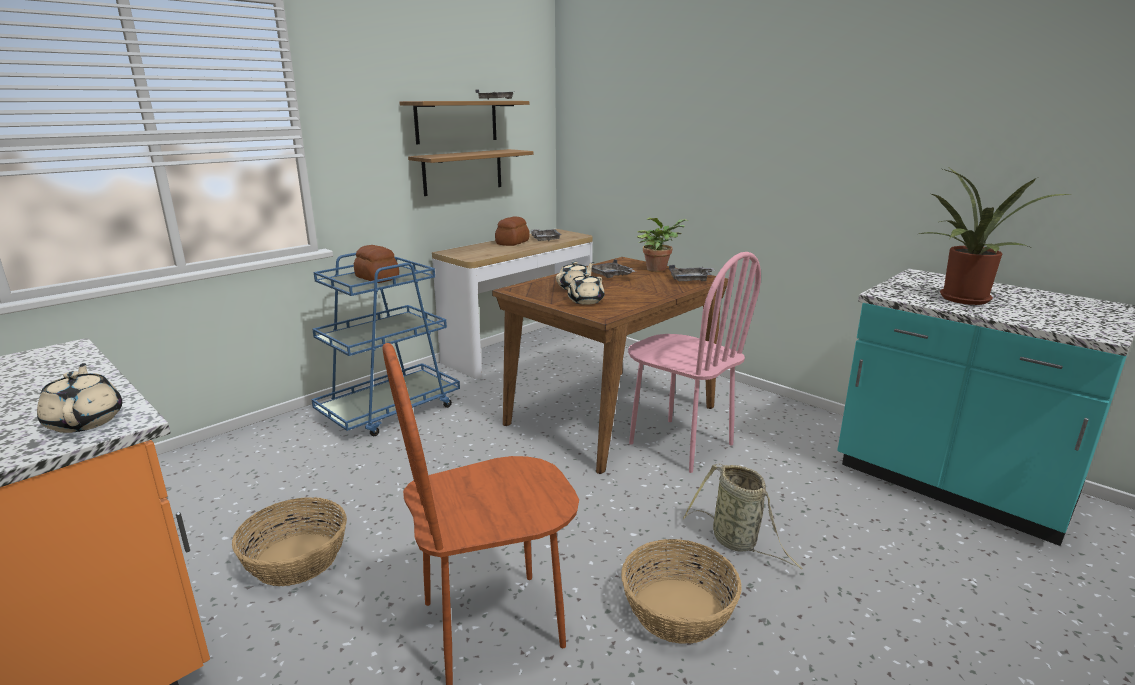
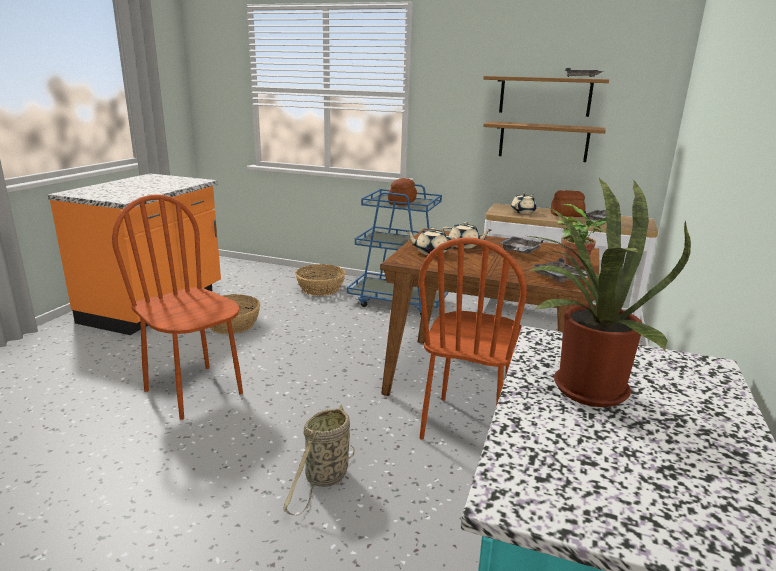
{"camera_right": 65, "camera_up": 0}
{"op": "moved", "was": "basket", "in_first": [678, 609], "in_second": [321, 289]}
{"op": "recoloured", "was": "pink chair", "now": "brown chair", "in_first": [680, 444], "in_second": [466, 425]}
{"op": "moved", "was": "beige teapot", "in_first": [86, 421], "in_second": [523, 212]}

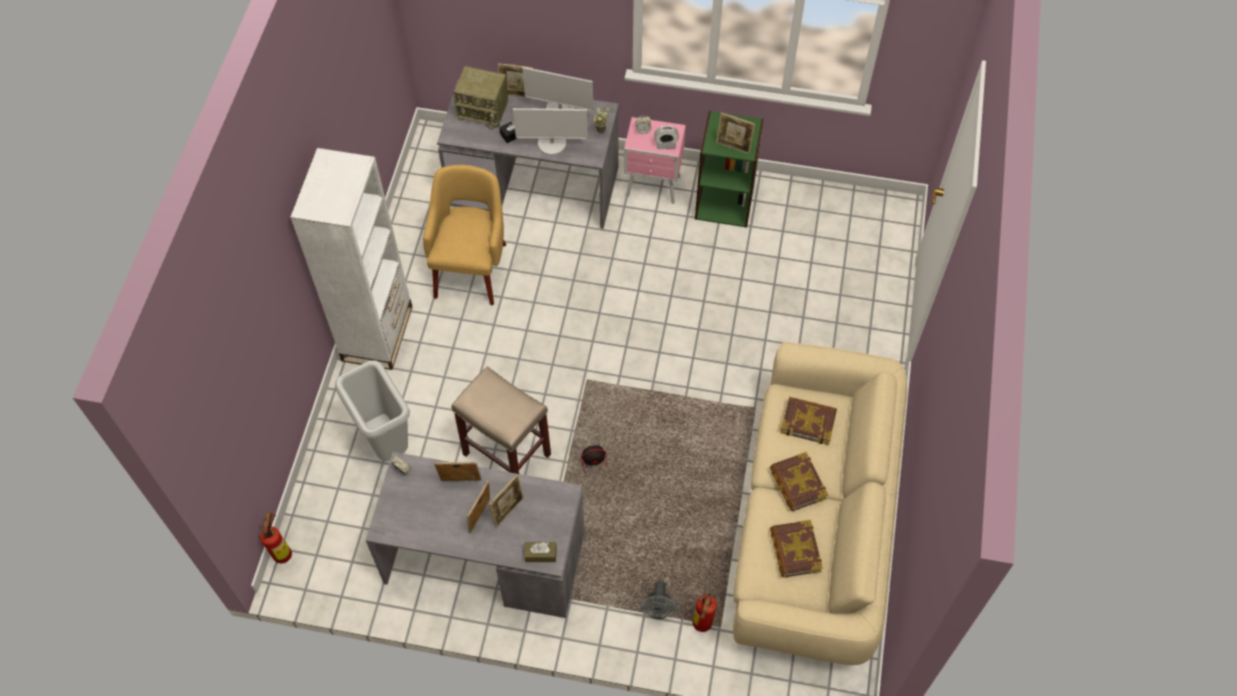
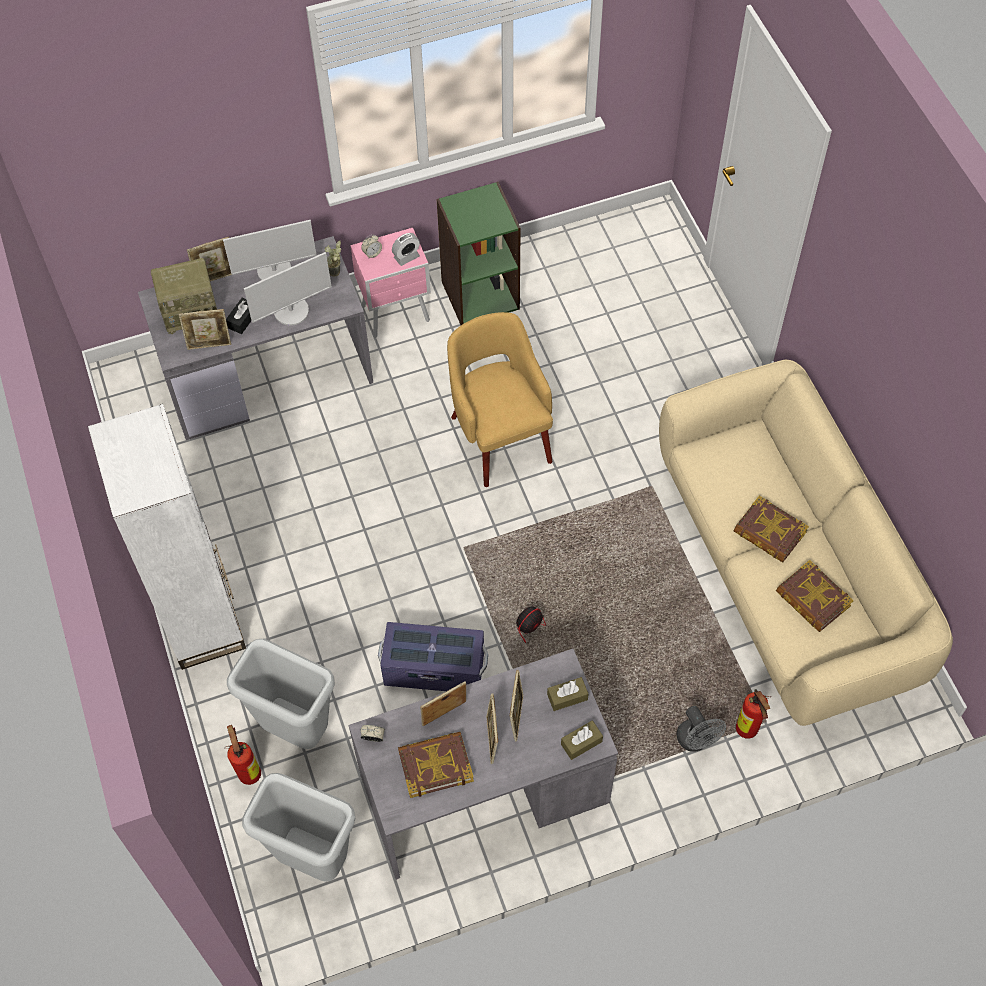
{"camera_right": -30, "camera_up": 0}
{"op": "moved", "was": "picture frame", "in_first": [733, 147], "in_second": [209, 345]}
{"op": "moved", "was": "fire extinguisher", "in_first": [284, 552], "in_second": [249, 771]}
{"op": "added", "now": "grey trash can", "in_second": [315, 859]}
{"op": "replaced", "was": "beige stool", "now": "purple storage box", "in_first": [508, 454], "in_second": [434, 669]}
{"op": "moved", "was": "book", "in_first": [808, 422], "in_second": [435, 765]}
{"op": "moved", "was": "yellow armchair", "in_first": [471, 267], "in_second": [499, 436]}
{"op": "added", "now": "brown tissue box", "in_second": [567, 697]}

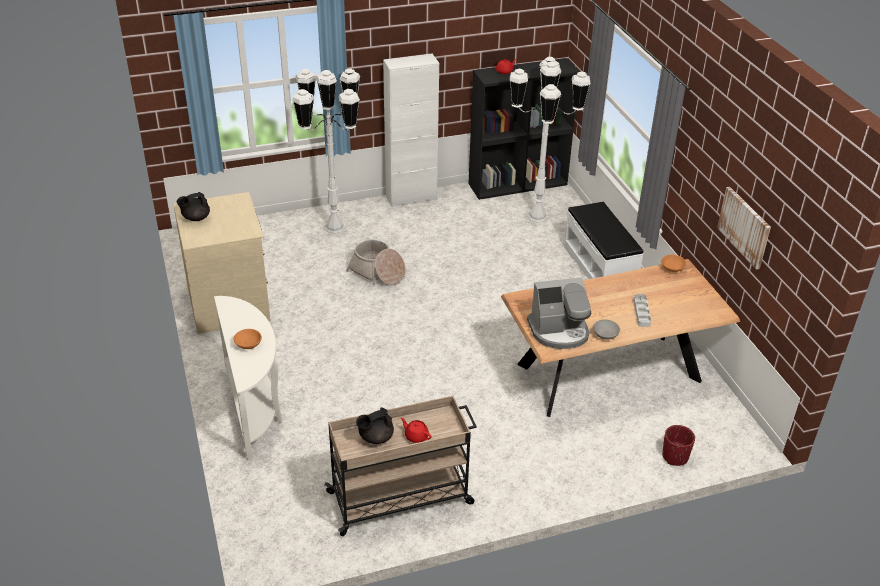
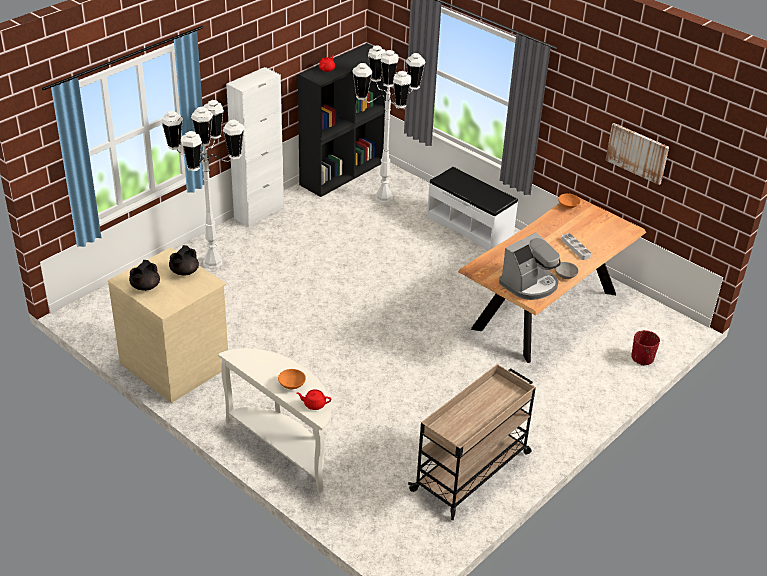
{"camera_right": -30, "camera_up": 0}
{"op": "moved", "was": "black teapot", "in_first": [375, 437], "in_second": [184, 272]}
{"op": "moved", "was": "red teapot", "in_first": [416, 436], "in_second": [314, 404]}
{"op": "removed", "was": "basket", "in_first": [377, 273]}

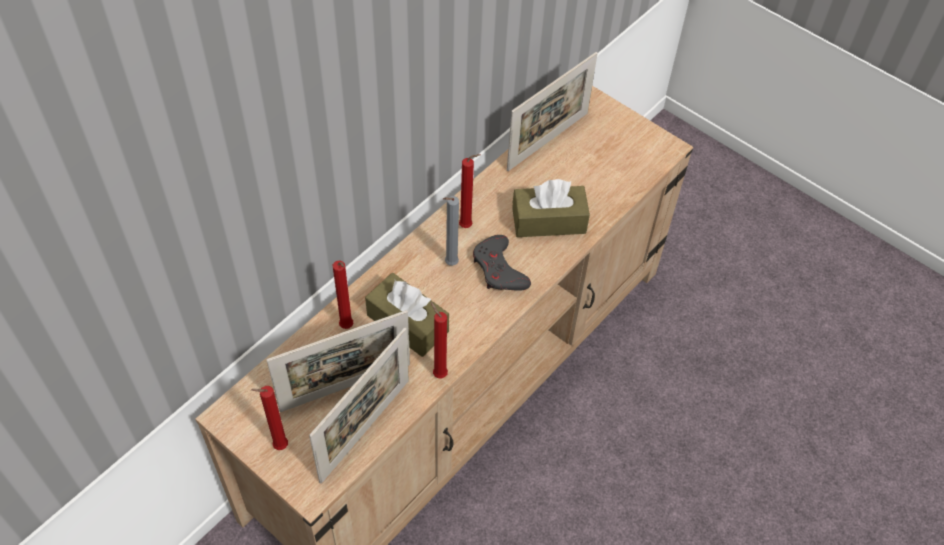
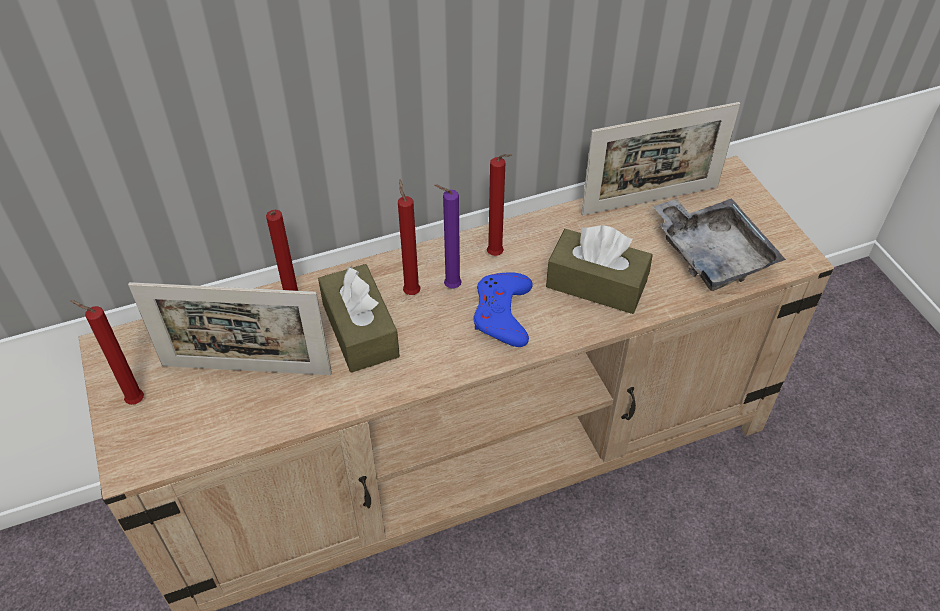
{"camera_right": 30, "camera_up": -5}
{"op": "moved", "was": "red candle", "in_first": [438, 373], "in_second": [411, 291]}
{"op": "recoloured", "was": "grey candle", "now": "purple candle", "in_first": [449, 264], "in_second": [449, 287]}
{"op": "recoloured", "was": "grey game controller", "now": "blue game controller", "in_first": [499, 269], "in_second": [502, 314]}
{"op": "added", "now": "grey tray", "in_second": [712, 254]}
{"op": "removed", "was": "picture frame", "in_first": [365, 430]}

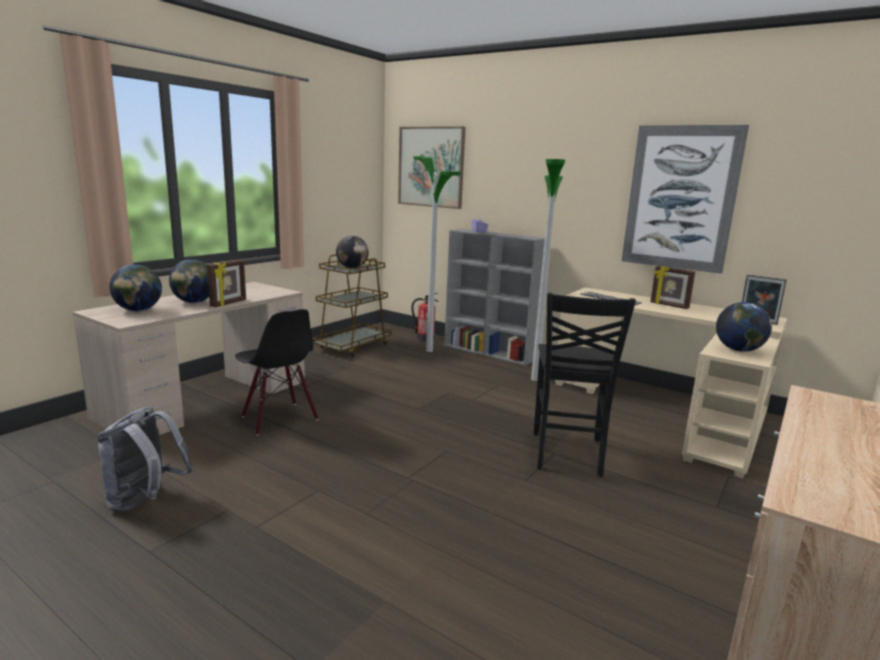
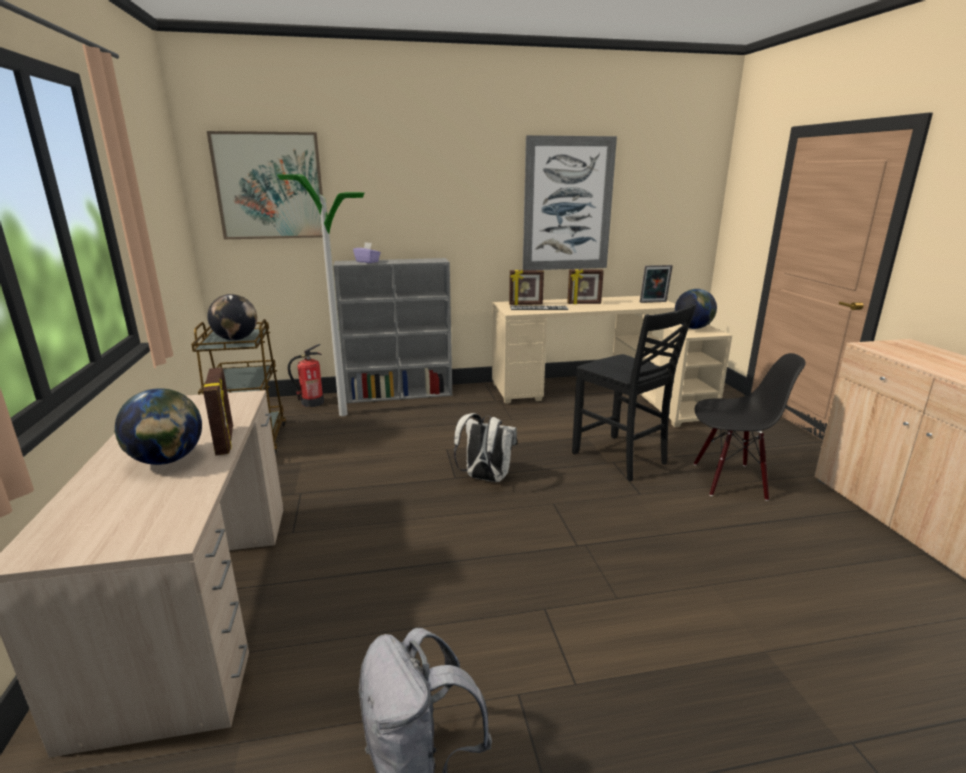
{"camera_right": -45, "camera_up": 5}
{"op": "added", "now": "white backpack", "in_second": [485, 478]}
{"op": "added", "now": "picture frame", "in_second": [525, 304]}
{"op": "moved", "was": "black chair", "in_first": [279, 418], "in_second": [729, 480]}
{"op": "removed", "was": "globe", "in_first": [138, 310]}
{"op": "removed", "was": "floor lamp", "in_first": [535, 379]}

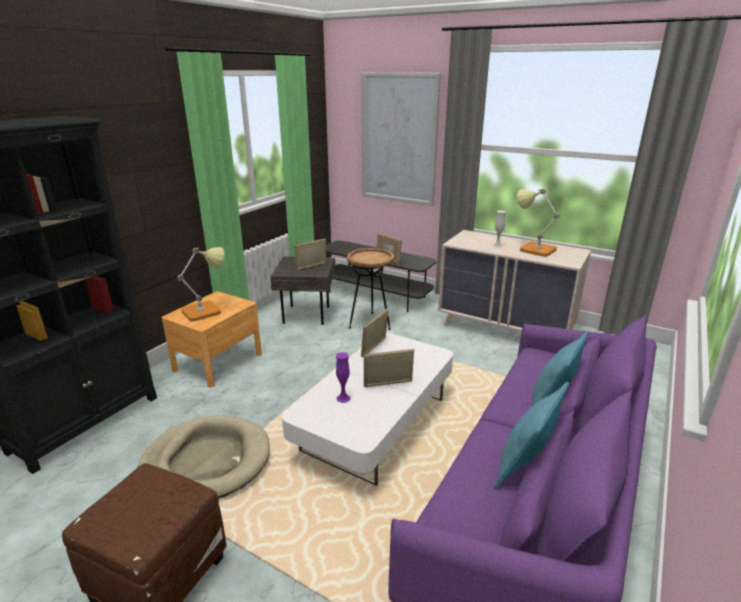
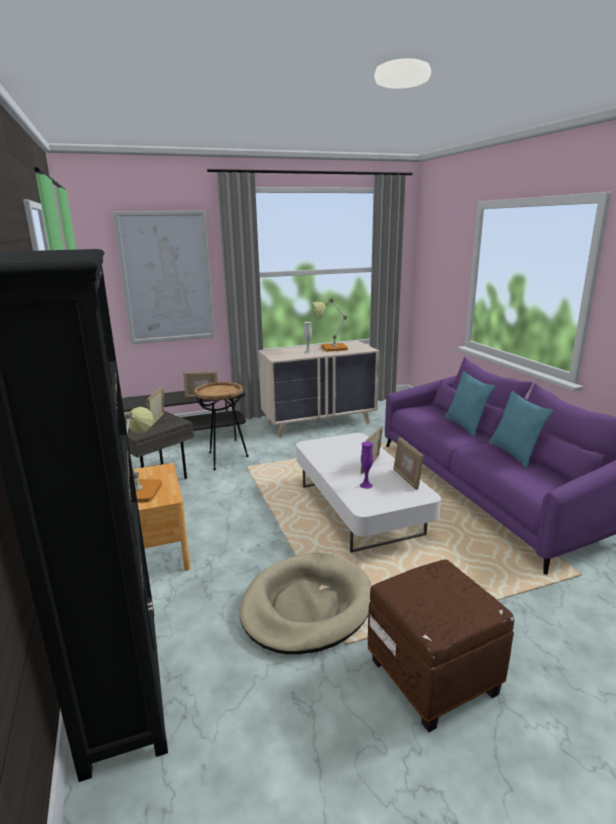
{"camera_right": -50, "camera_up": -5}
{"op": "moved", "was": "picture frame", "in_first": [374, 347], "in_second": [406, 479]}

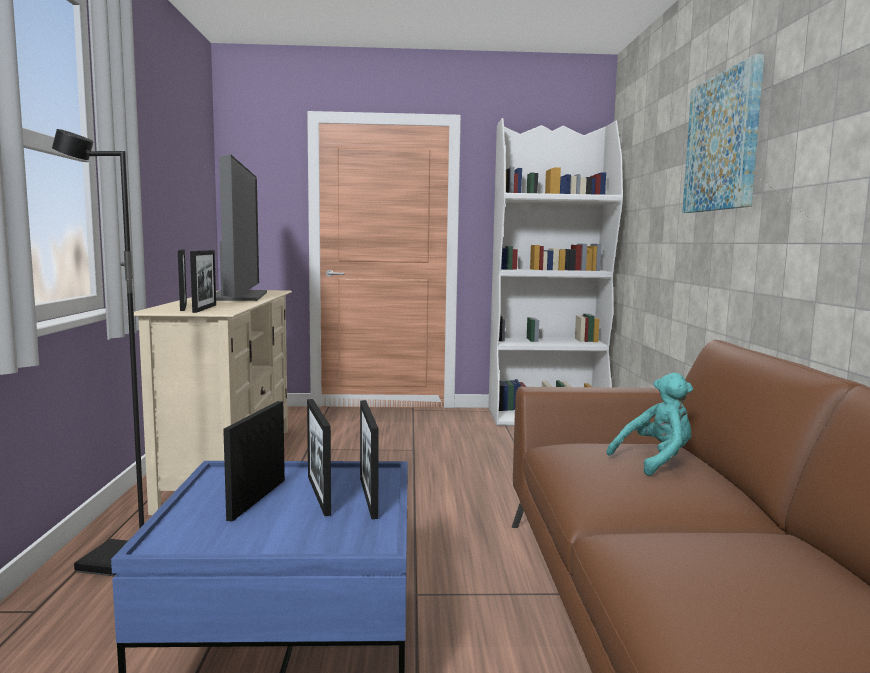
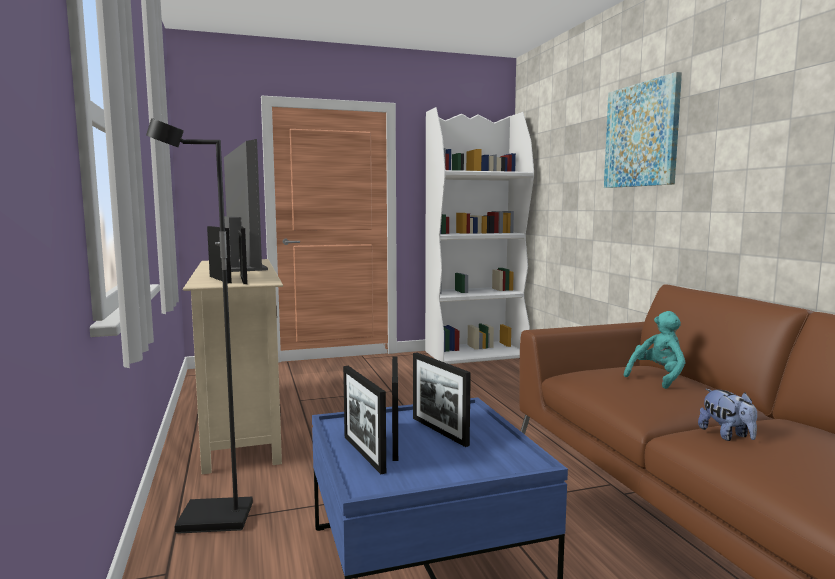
{"camera_right": -15, "camera_up": 0}
{"op": "moved", "was": "picture frame", "in_first": [368, 497], "in_second": [364, 454]}
{"op": "added", "now": "plush toy", "in_second": [727, 436]}

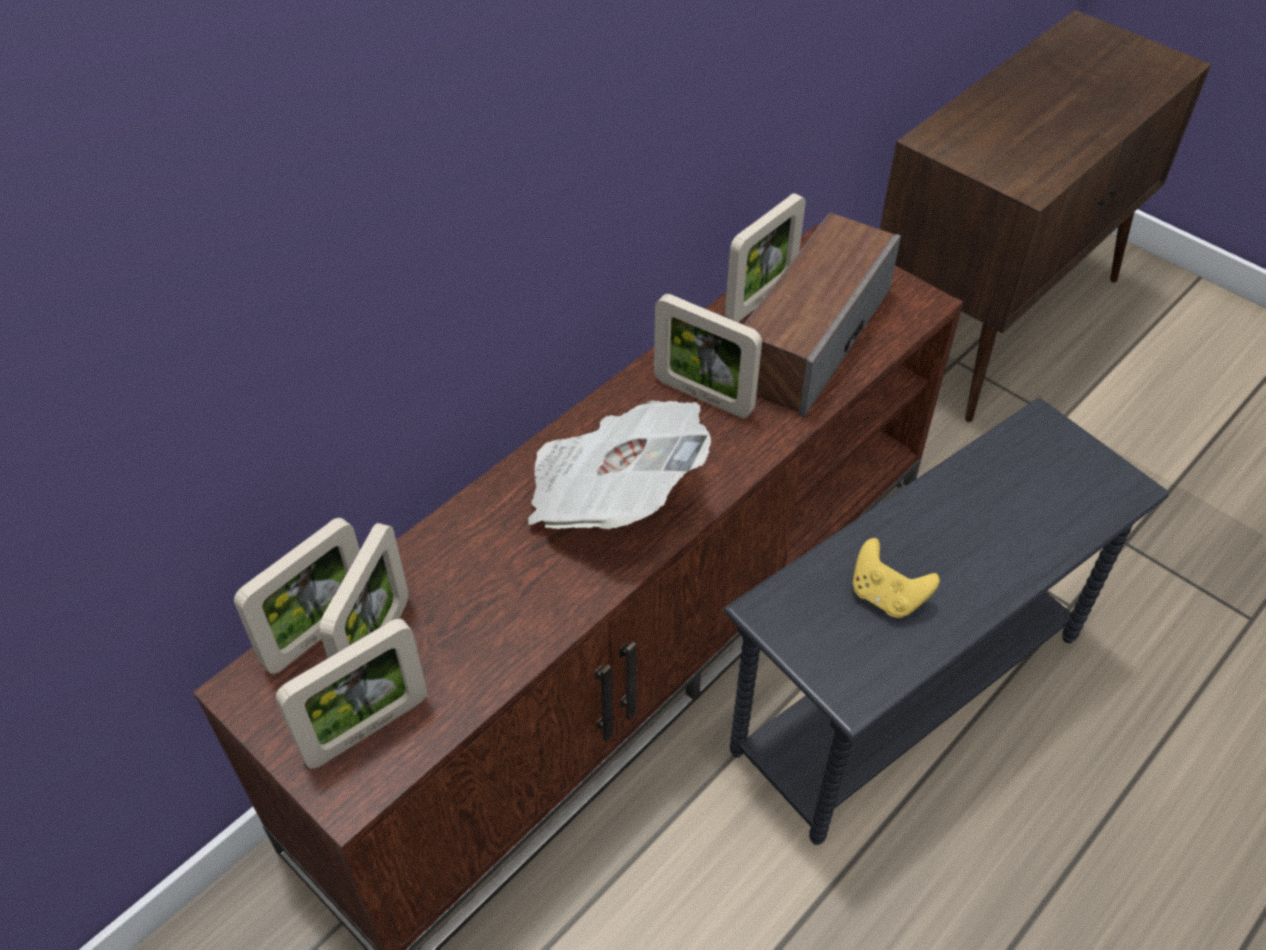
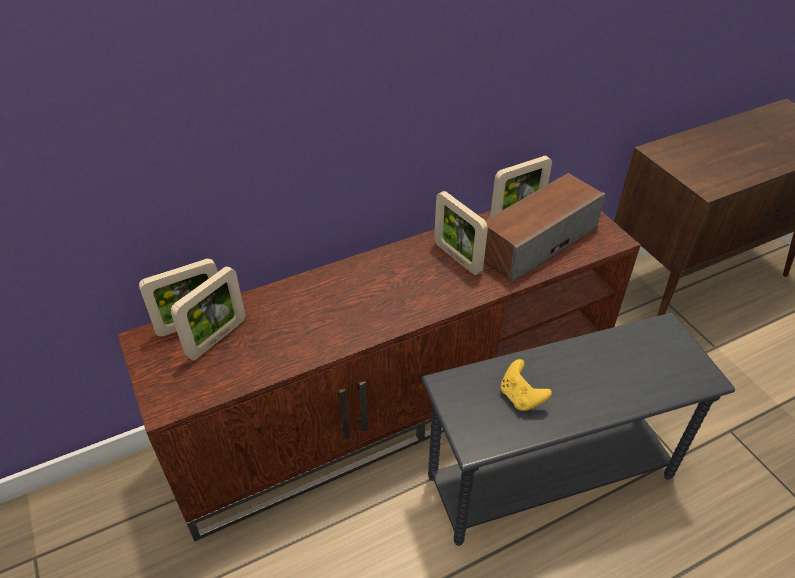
{"camera_right": 20, "camera_up": -5}
{"op": "removed", "was": "picture frame", "in_first": [367, 729]}
{"op": "removed", "was": "newspaper", "in_first": [612, 495]}

